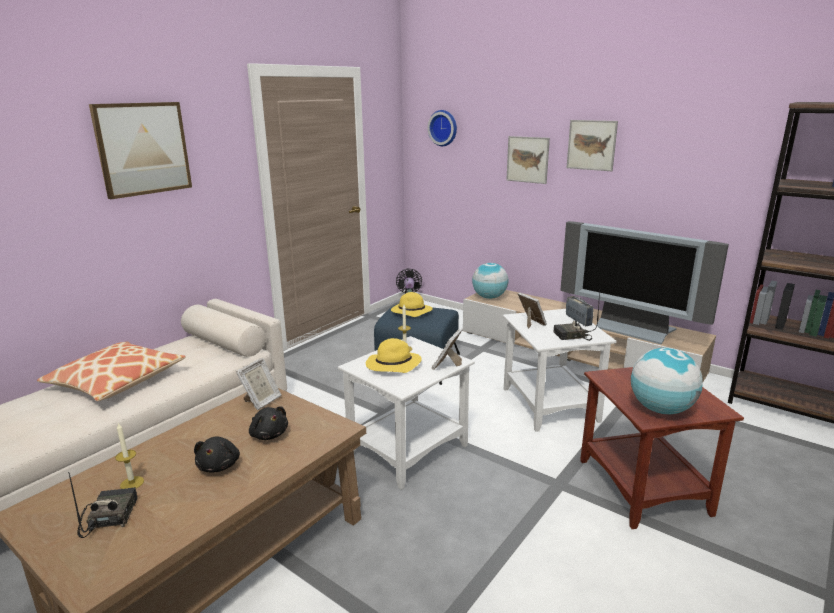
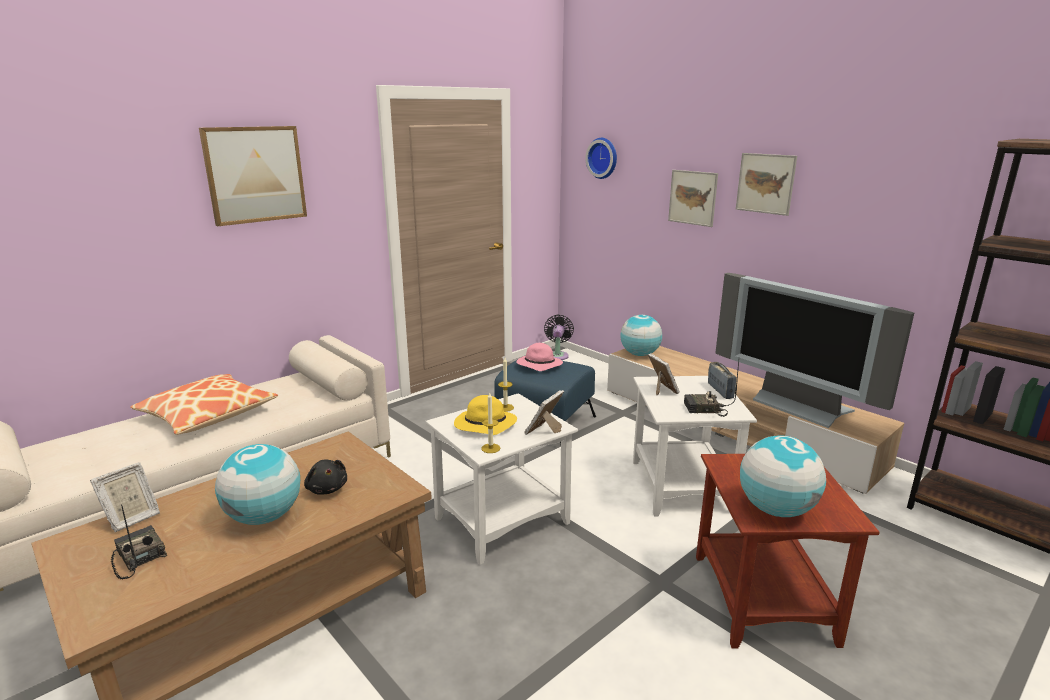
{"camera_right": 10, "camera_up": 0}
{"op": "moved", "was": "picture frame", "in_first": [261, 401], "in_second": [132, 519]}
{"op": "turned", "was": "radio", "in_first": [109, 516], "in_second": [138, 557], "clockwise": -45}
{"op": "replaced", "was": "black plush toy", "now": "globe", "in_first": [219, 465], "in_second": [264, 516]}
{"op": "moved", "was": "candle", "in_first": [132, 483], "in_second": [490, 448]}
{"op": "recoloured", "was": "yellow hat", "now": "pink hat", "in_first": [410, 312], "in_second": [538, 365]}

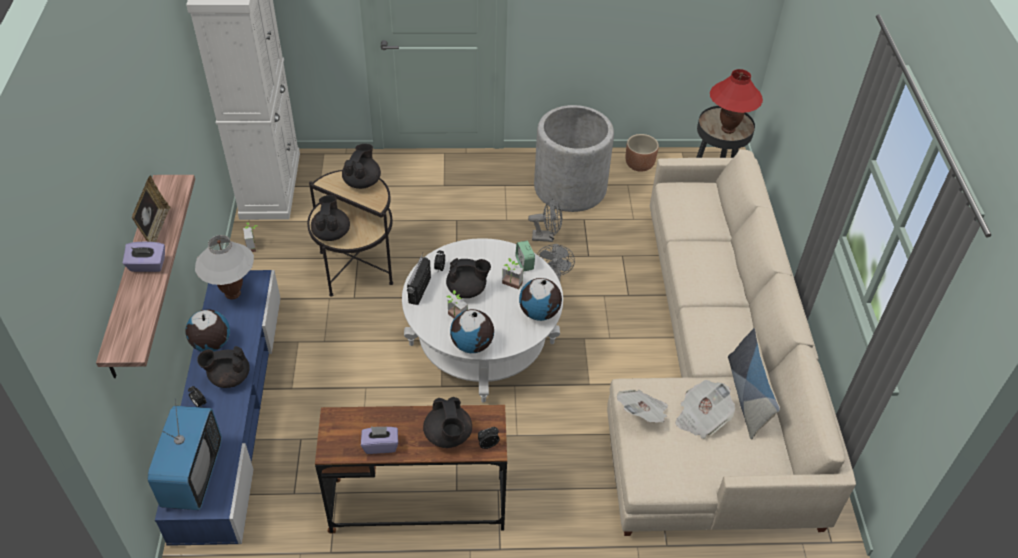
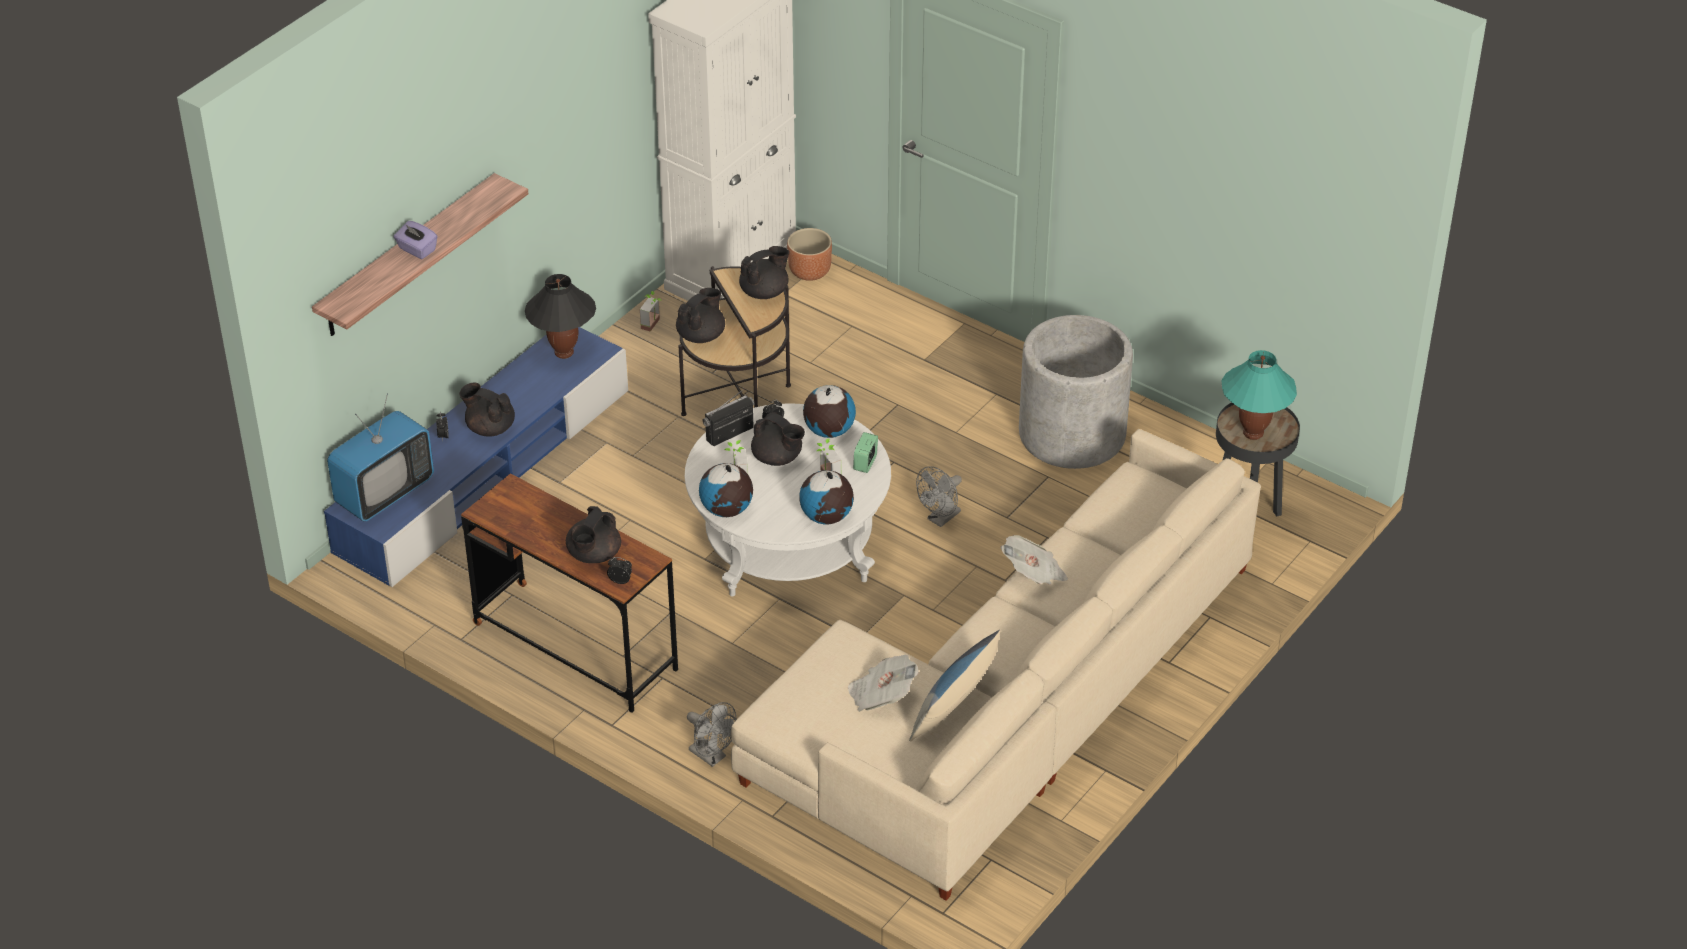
{"camera_right": 40, "camera_up": -5}
{"op": "recoloured", "was": "white table lamp", "now": "black table lamp", "in_first": [233, 294], "in_second": [564, 353]}
{"op": "moved", "was": "grey fan", "in_first": [546, 237], "in_second": [712, 756]}
{"op": "moved", "was": "brown planter", "in_first": [639, 165], "in_second": [810, 272]}
{"op": "moved", "was": "globe", "in_first": [211, 344], "in_second": [828, 431]}
{"op": "moved", "was": "newspaper", "in_first": [642, 414], "in_second": [1034, 574]}
{"op": "recoloured", "was": "red table lamp", "now": "turquoise table lamp", "in_first": [728, 129], "in_second": [1253, 433]}
{"op": "removed", "was": "picture frame", "in_first": [155, 228]}
{"op": "removed", "was": "purple tissue box", "in_first": [380, 445]}

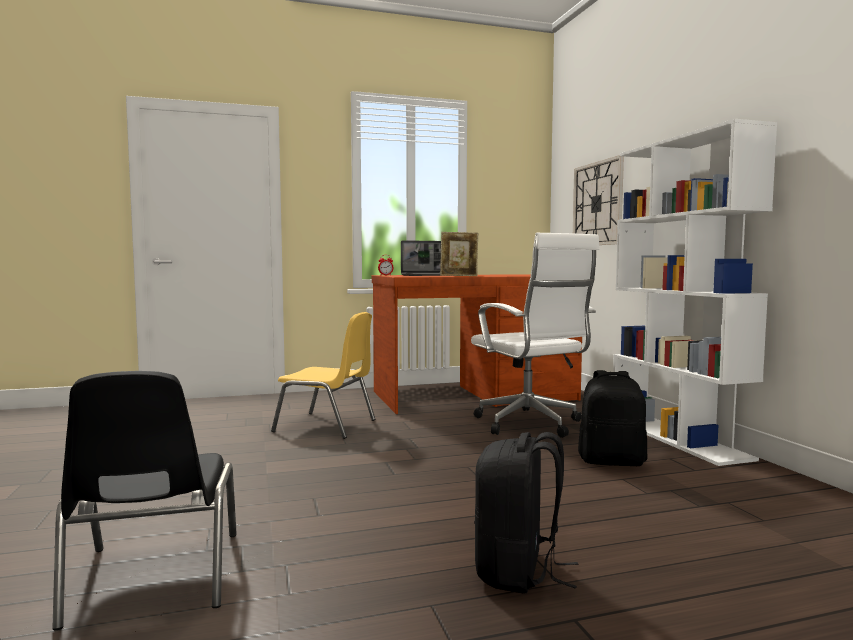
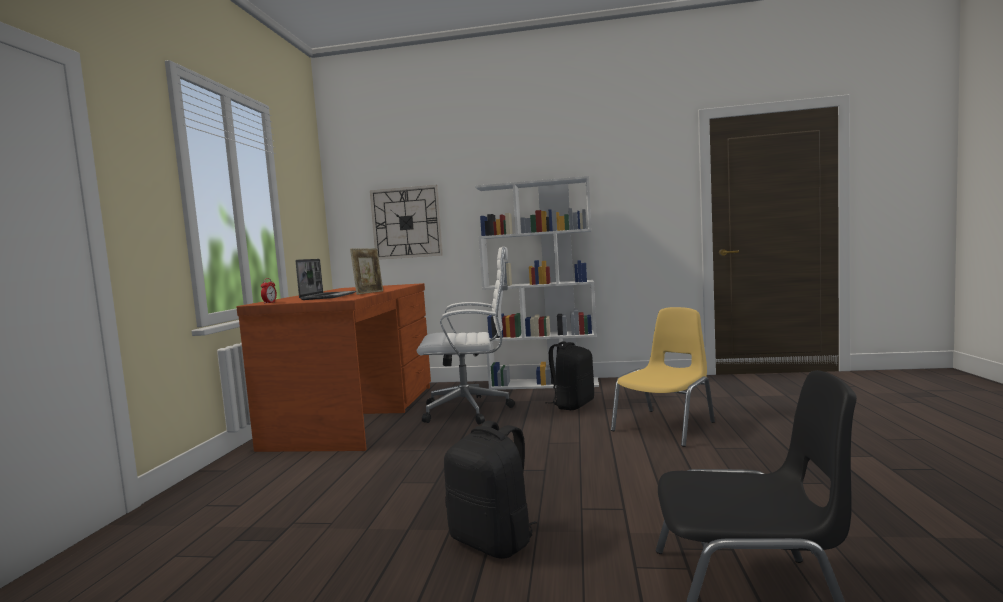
{"camera_right": -65, "camera_up": 0}
{"op": "moved", "was": "black backpack", "in_first": [519, 572], "in_second": [493, 540]}
{"op": "moved", "was": "yellow chair", "in_first": [327, 426], "in_second": [665, 426]}

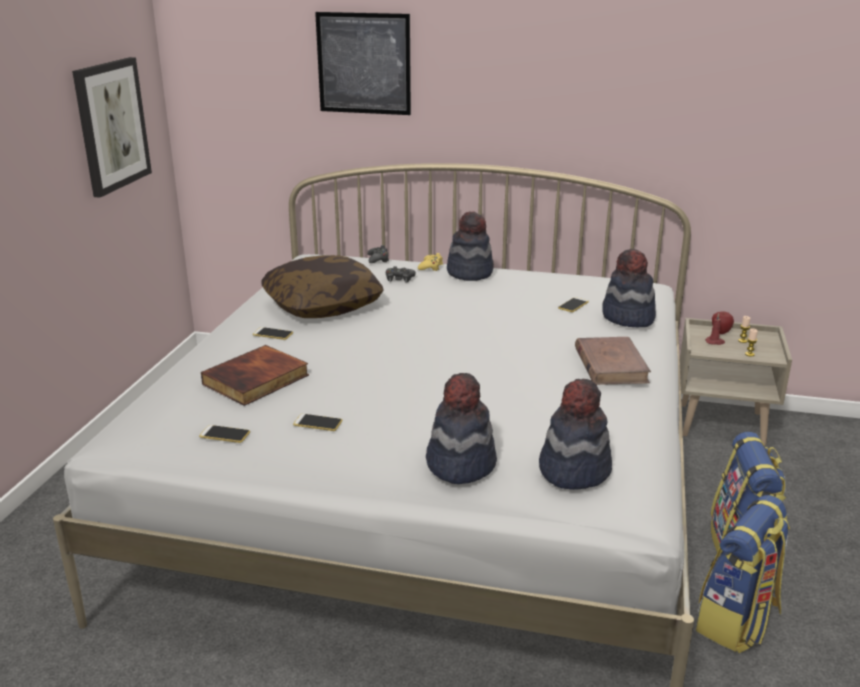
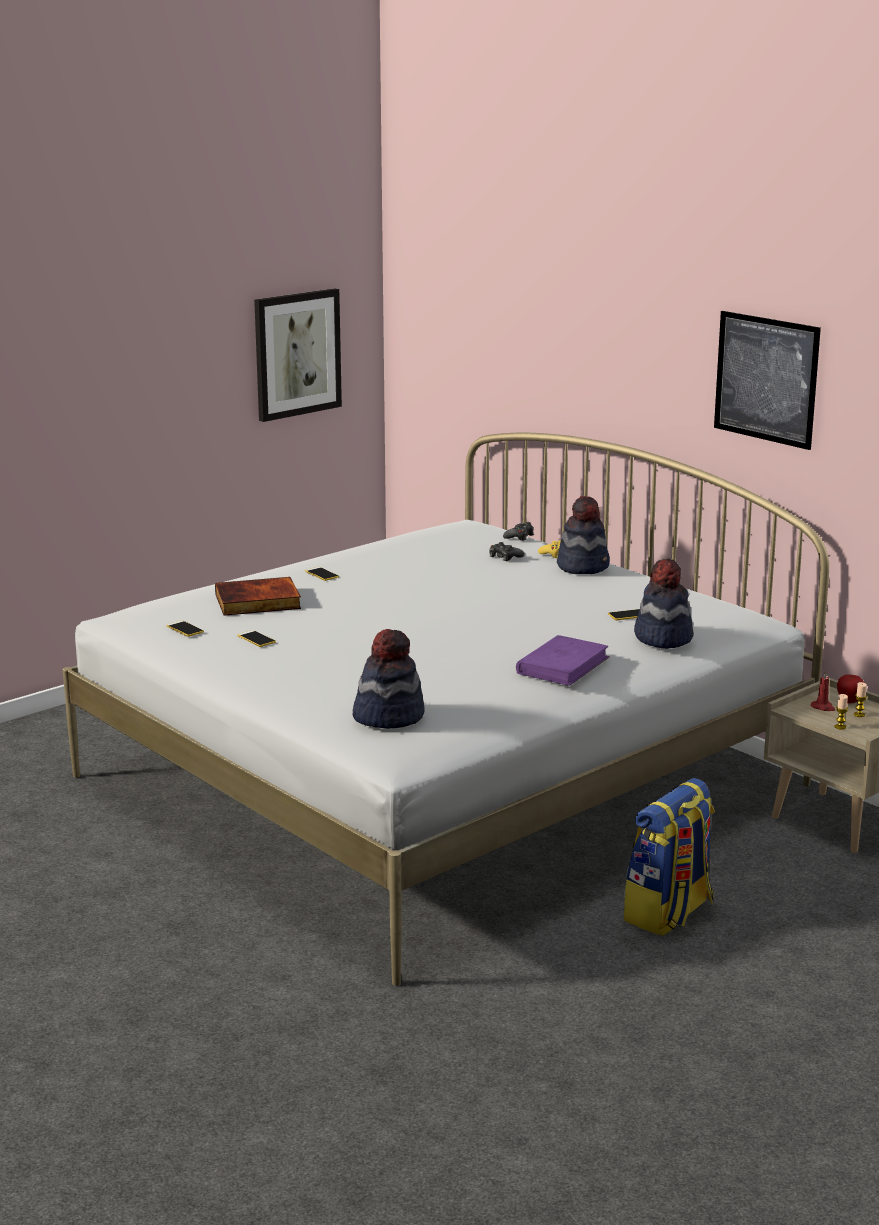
{"camera_right": 35, "camera_up": -5}
{"op": "recoloured", "was": "brown book", "now": "purple book", "in_first": [610, 365], "in_second": [563, 665]}
{"op": "moved", "was": "picture", "in_first": [364, 63], "in_second": [766, 379]}
{"op": "removed", "was": "pillow", "in_first": [323, 305]}
{"op": "removed", "was": "hat", "in_first": [460, 464]}
{"op": "removed", "was": "backpack", "in_first": [737, 621]}

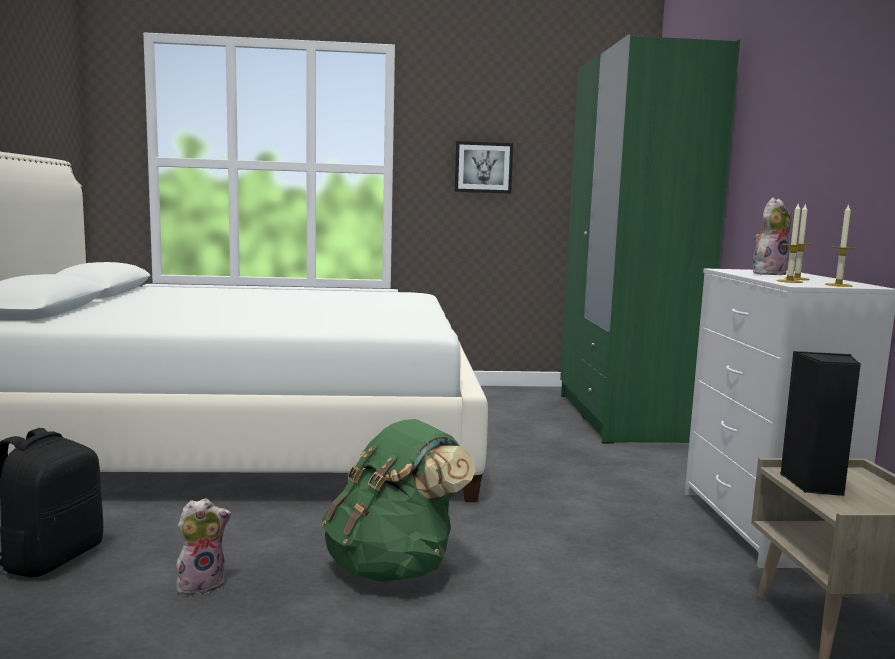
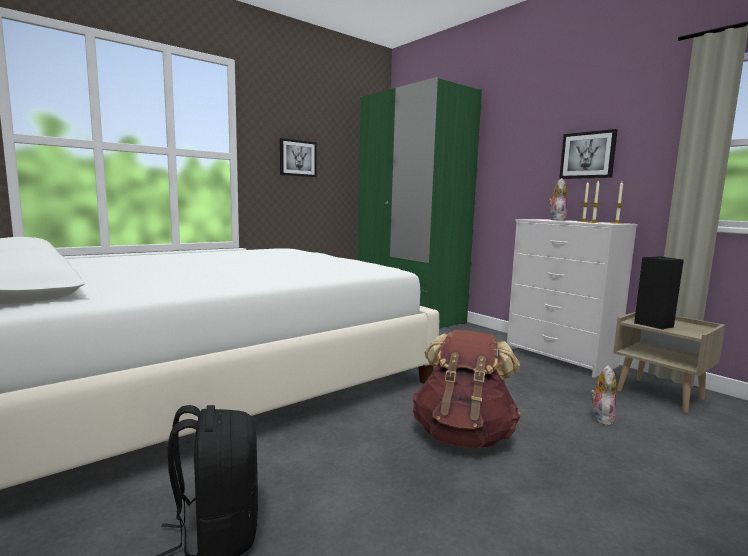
{"camera_right": -35, "camera_up": 0}
{"op": "recoloured", "was": "green backpack", "now": "brown backpack", "in_first": [394, 566], "in_second": [463, 436]}
{"op": "added", "now": "picture", "in_second": [588, 155]}
{"op": "moved", "was": "plush toy", "in_first": [202, 584], "in_second": [601, 418]}

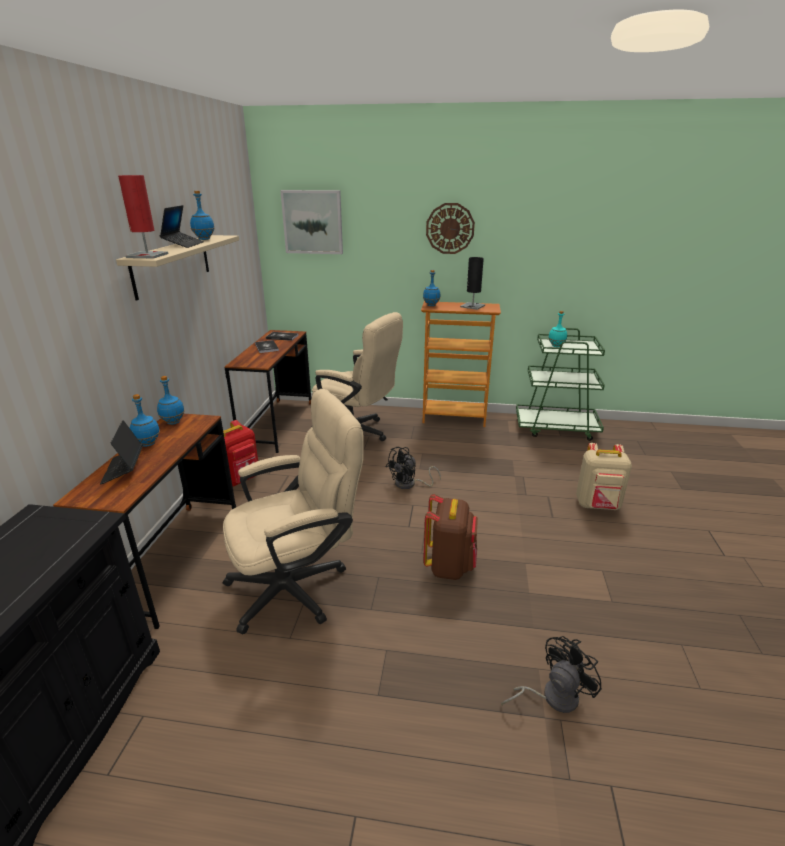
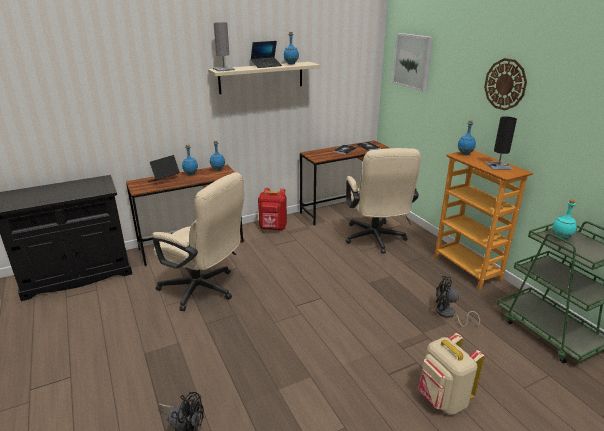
{"camera_right": 55, "camera_up": 0}
{"op": "recoloured", "was": "red table lamp", "now": "grey table lamp", "in_first": [147, 255], "in_second": [223, 69]}
{"op": "moved", "was": "black fan", "in_first": [409, 484], "in_second": [448, 315]}
{"op": "removed", "was": "brown backpack", "in_first": [449, 566]}

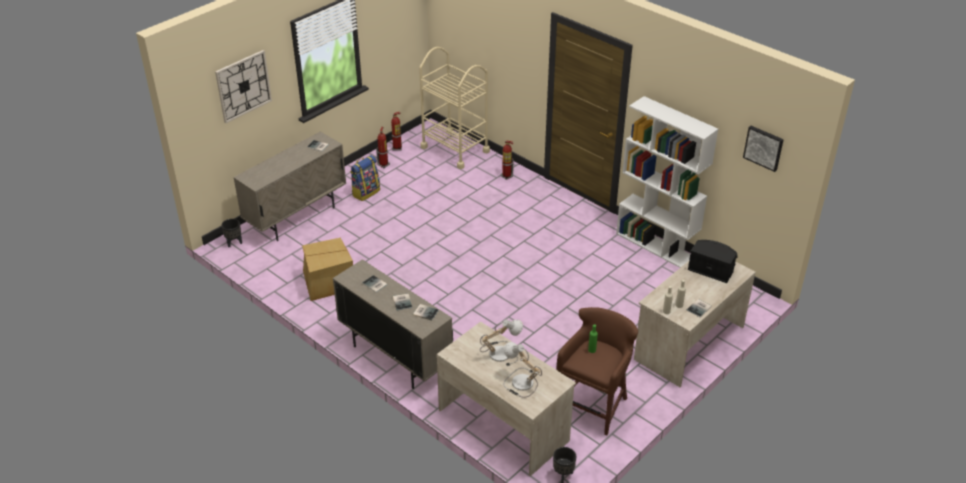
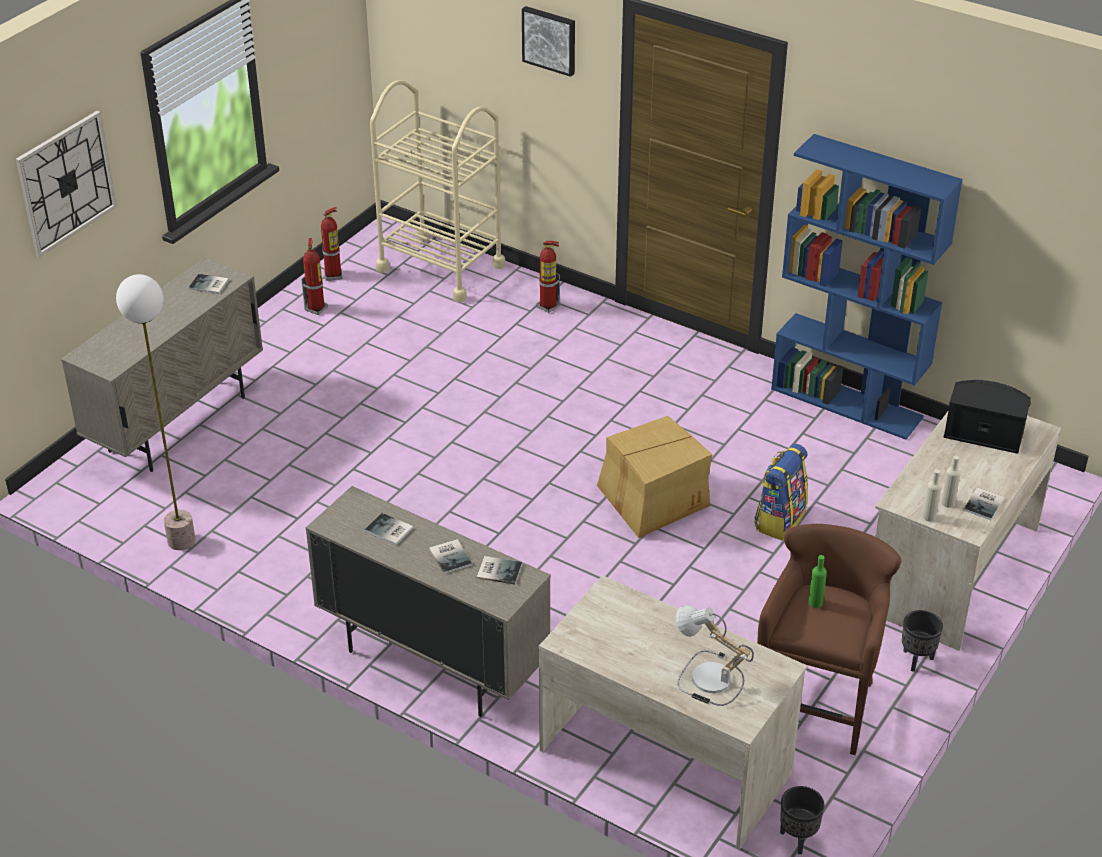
{"camera_right": -10, "camera_up": 0}
{"op": "added", "now": "floor lamp", "in_second": [181, 541]}
{"op": "moved", "was": "picture", "in_first": [764, 147], "in_second": [550, 40]}
{"op": "moved", "was": "cardboard box", "in_first": [328, 281], "in_second": [652, 499]}
{"op": "moved", "was": "backpack", "in_first": [365, 192], "in_second": [779, 520]}
{"op": "recoloured", "was": "white bookcase", "now": "blue bookcase", "in_first": [656, 246], "in_second": [847, 403]}
{"op": "moved", "was": "black planter", "in_first": [234, 243], "in_second": [916, 660]}
{"op": "removed", "was": "table lamp", "in_first": [500, 352]}

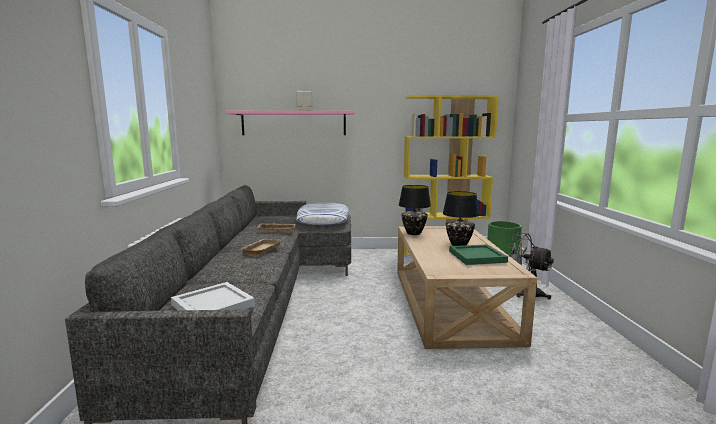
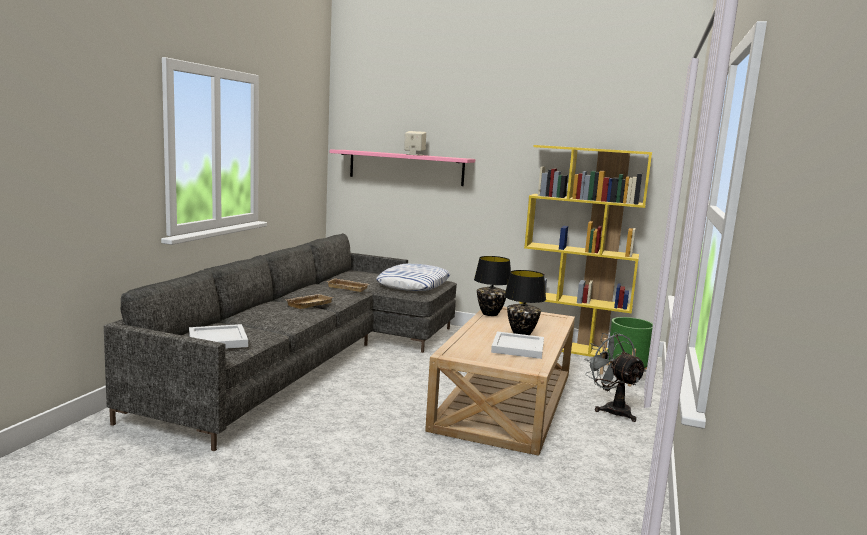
{"camera_right": 20, "camera_up": 0}
{"op": "recoloured", "was": "green tray", "now": "white tray", "in_first": [477, 256], "in_second": [518, 347]}

